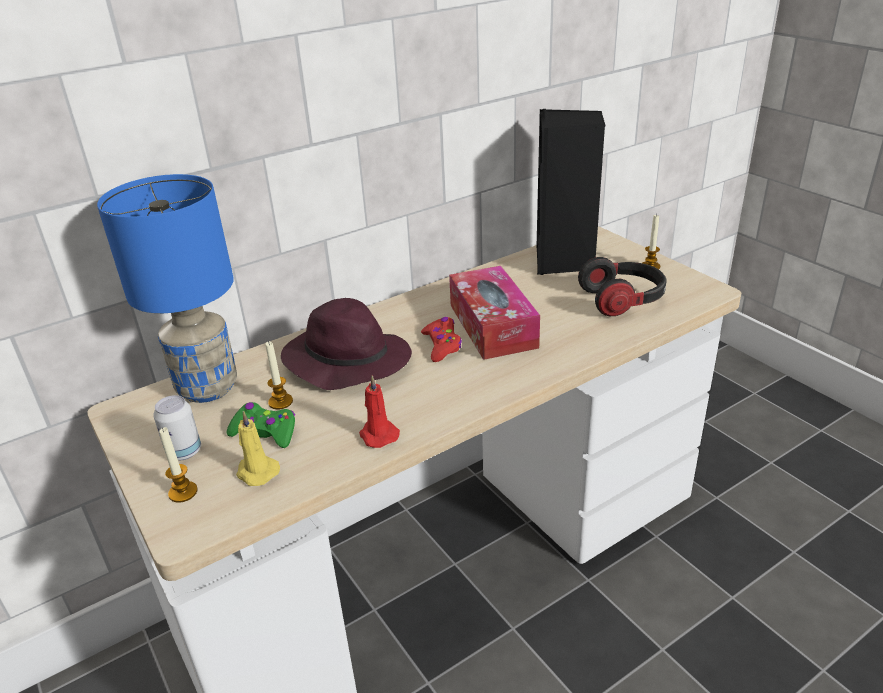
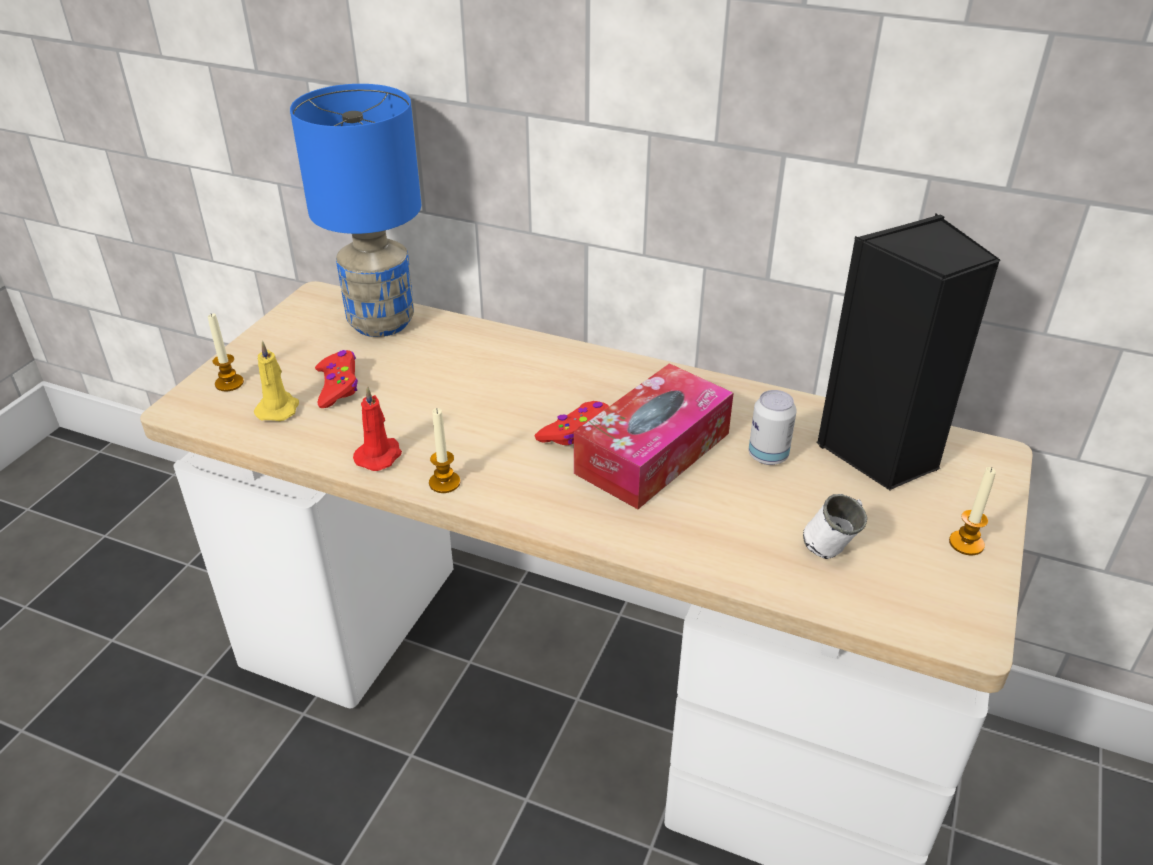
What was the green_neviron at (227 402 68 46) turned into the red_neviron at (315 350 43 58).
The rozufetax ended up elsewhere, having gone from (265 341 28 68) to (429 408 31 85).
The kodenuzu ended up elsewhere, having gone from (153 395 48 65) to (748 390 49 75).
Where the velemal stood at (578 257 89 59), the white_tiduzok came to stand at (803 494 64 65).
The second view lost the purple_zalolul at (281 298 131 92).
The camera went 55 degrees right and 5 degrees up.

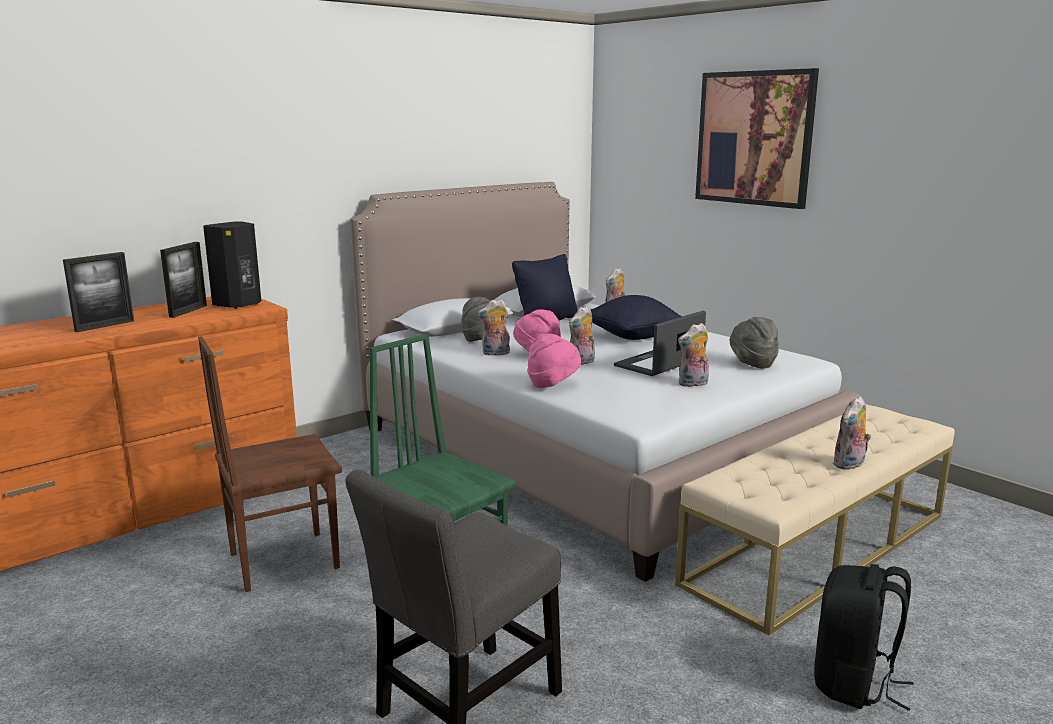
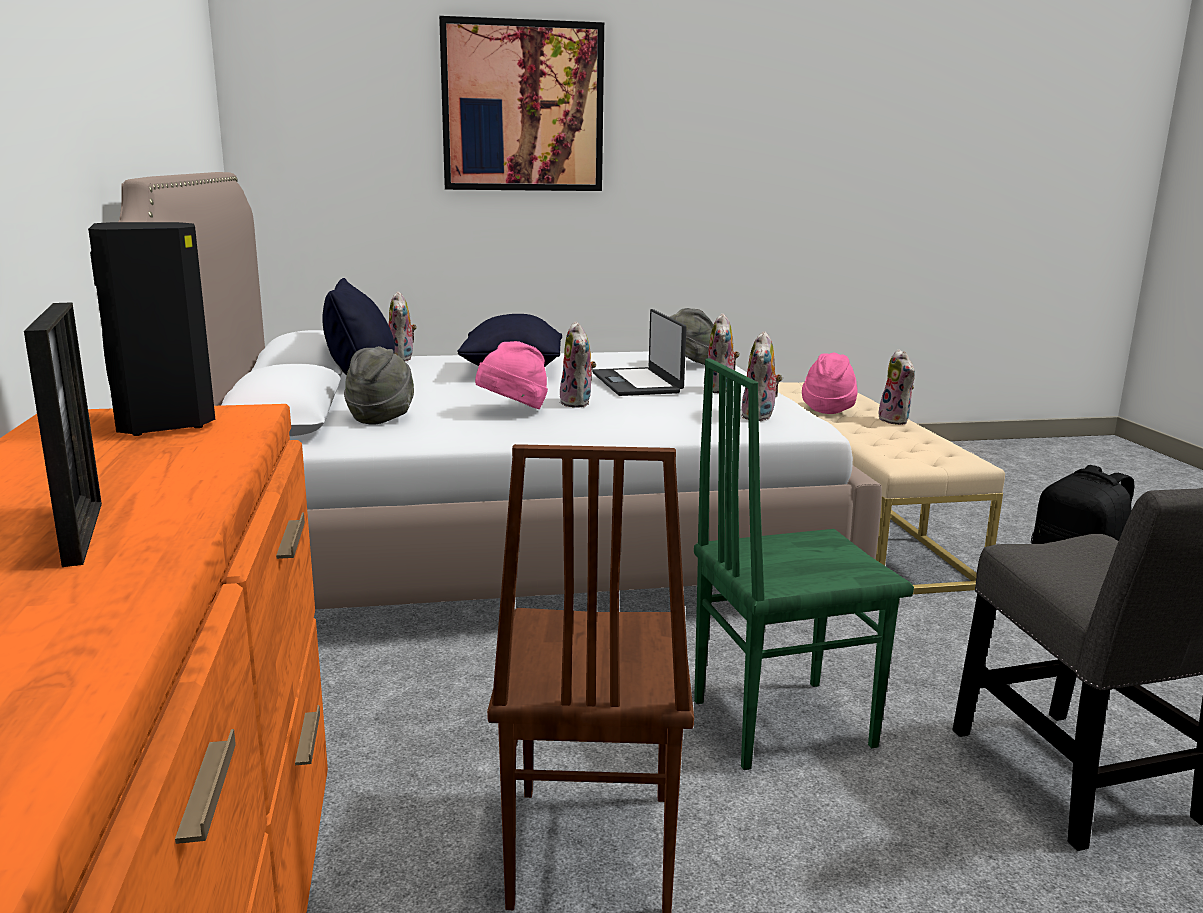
The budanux ended up elsewhere, having gone from (477 299 33 57) to (741 331 42 90).
The pink_zalolul ended up elsewhere, having gone from (527 334 54 54) to (802 352 56 62).
The second view lost the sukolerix at (160 242 47 76).
The camera went 60 degrees left and 0 degrees up.

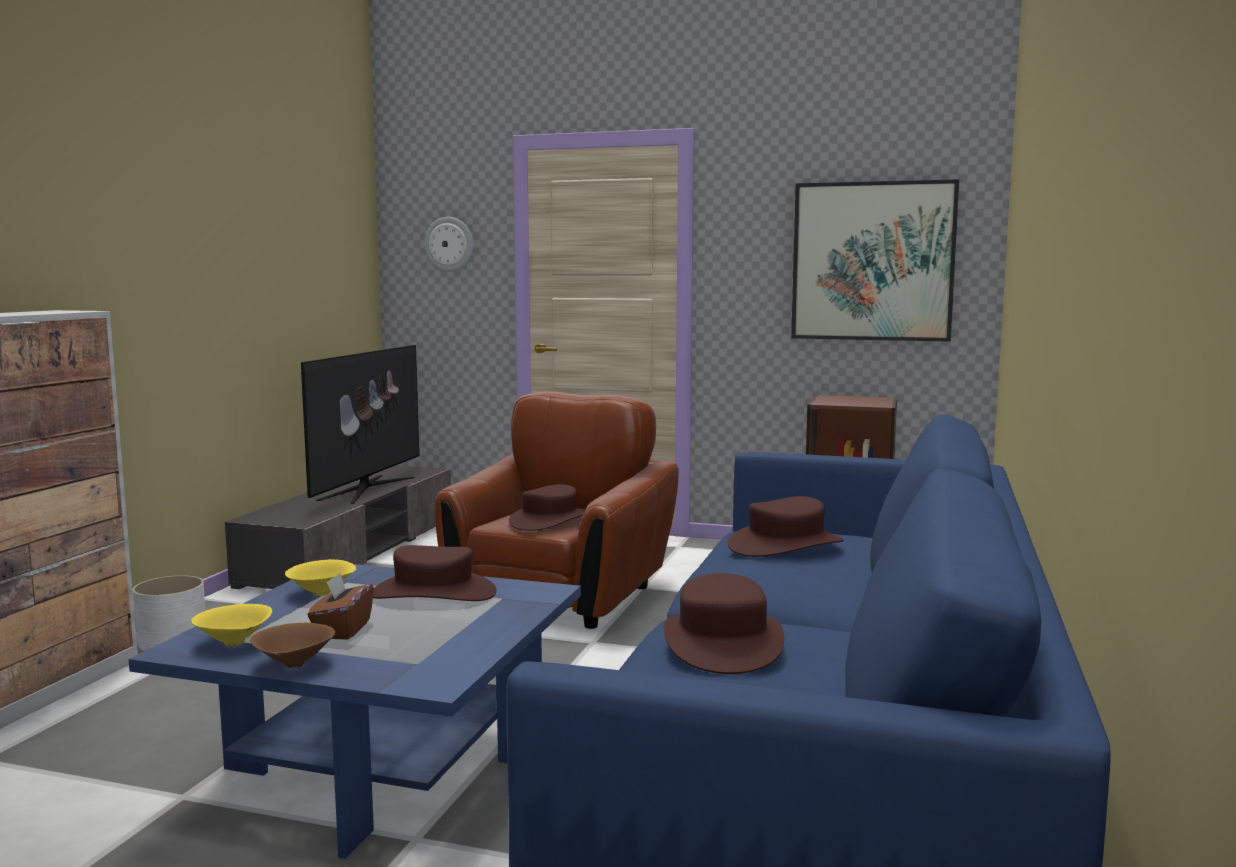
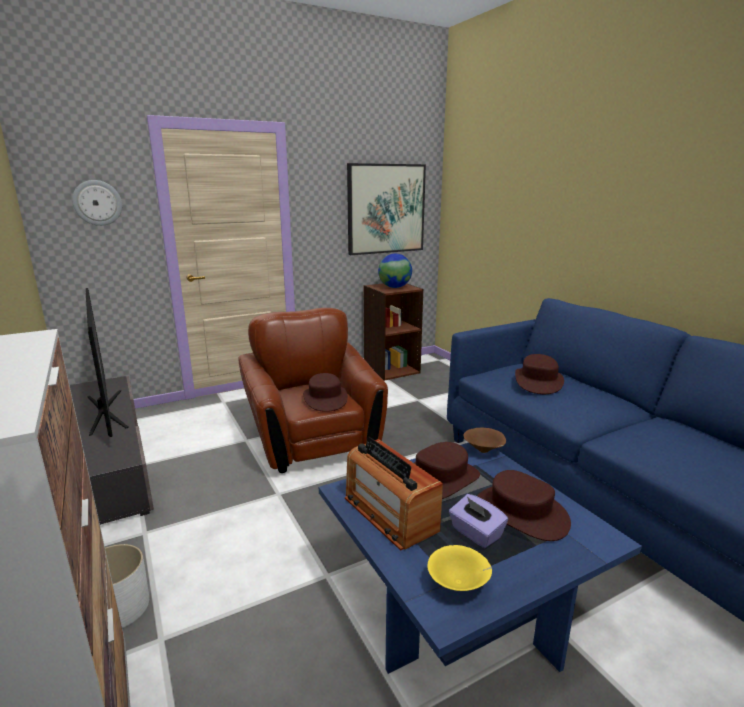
Where the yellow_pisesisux stood at (285 559 71 37), the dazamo came to stand at (345 437 98 114).
The second view gained the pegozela at (378 254 34 34).
What was the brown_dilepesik at (308 573 66 67) turned into the purple_dilepesik at (449 494 59 54).
The brown_pisesisux ended up elsewhere, having gone from (250 623 86 45) to (463 428 43 25).
The brown_zalolul ended up elsewhere, having gone from (664 573 121 101) to (477 470 94 71).
The camera went 45 degrees left and 10 degrees up.

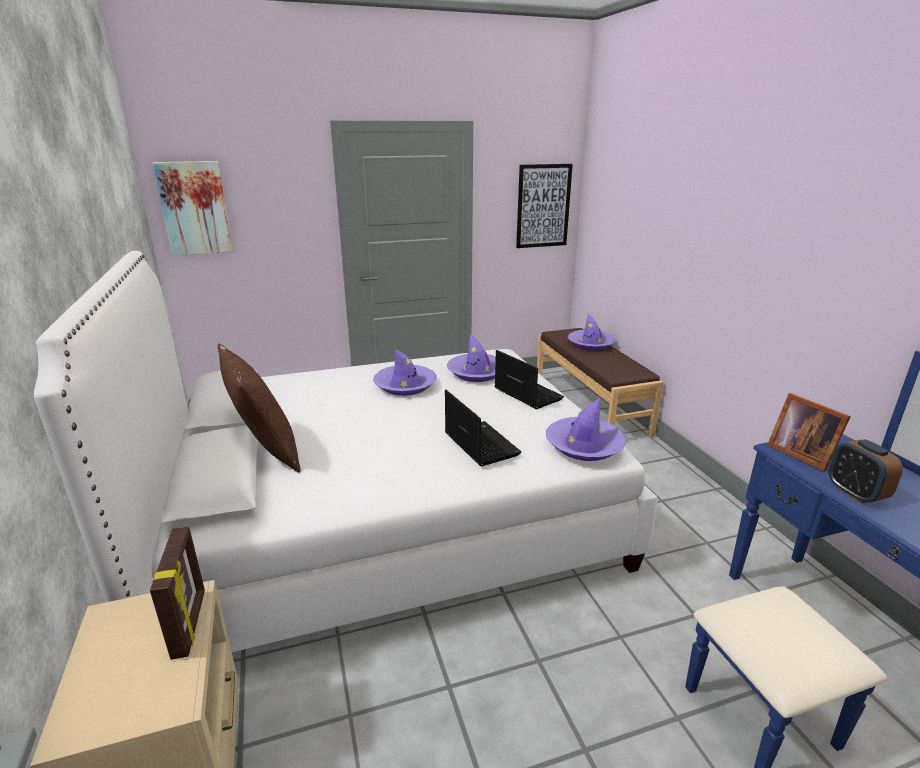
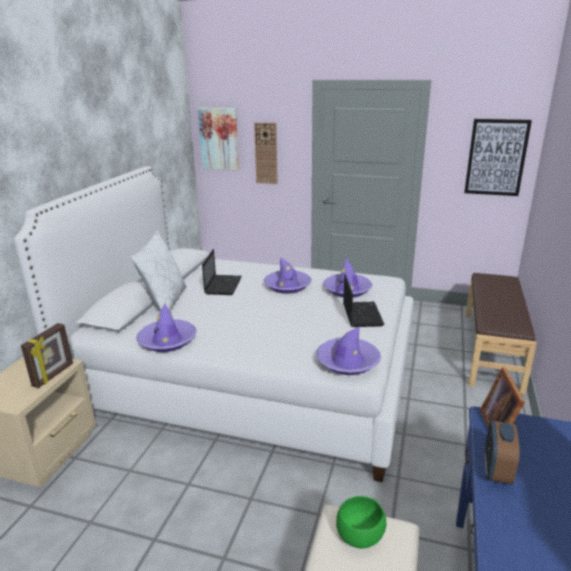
What was the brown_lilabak at (218 344 83 129) turned into the white_lilabak at (131 231 56 81).
The purple_zalolul ended up elsewhere, having gone from (568 314 48 37) to (136 303 60 49).
The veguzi ended up elsewhere, having gone from (445 390 76 76) to (202 249 40 46).
The second view gained the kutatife at (254 122 24 62).
The second view gained the green_pisesisux at (336 496 50 53).
The camera went 35 degrees right and 0 degrees up.

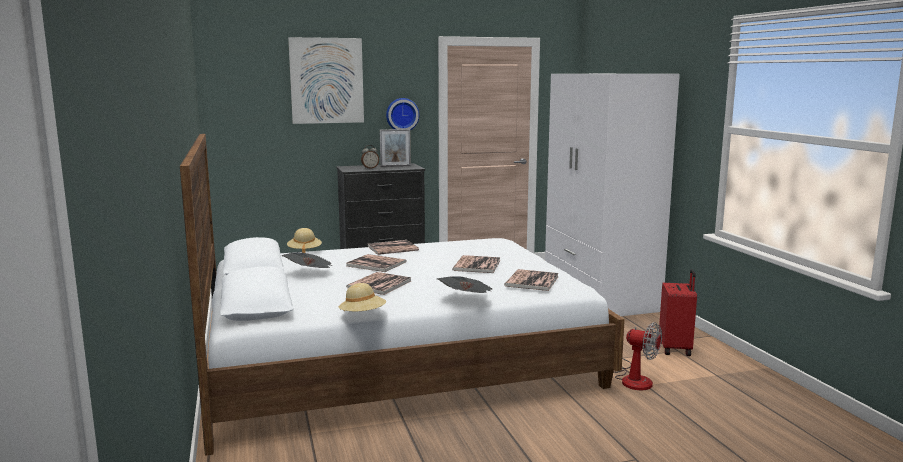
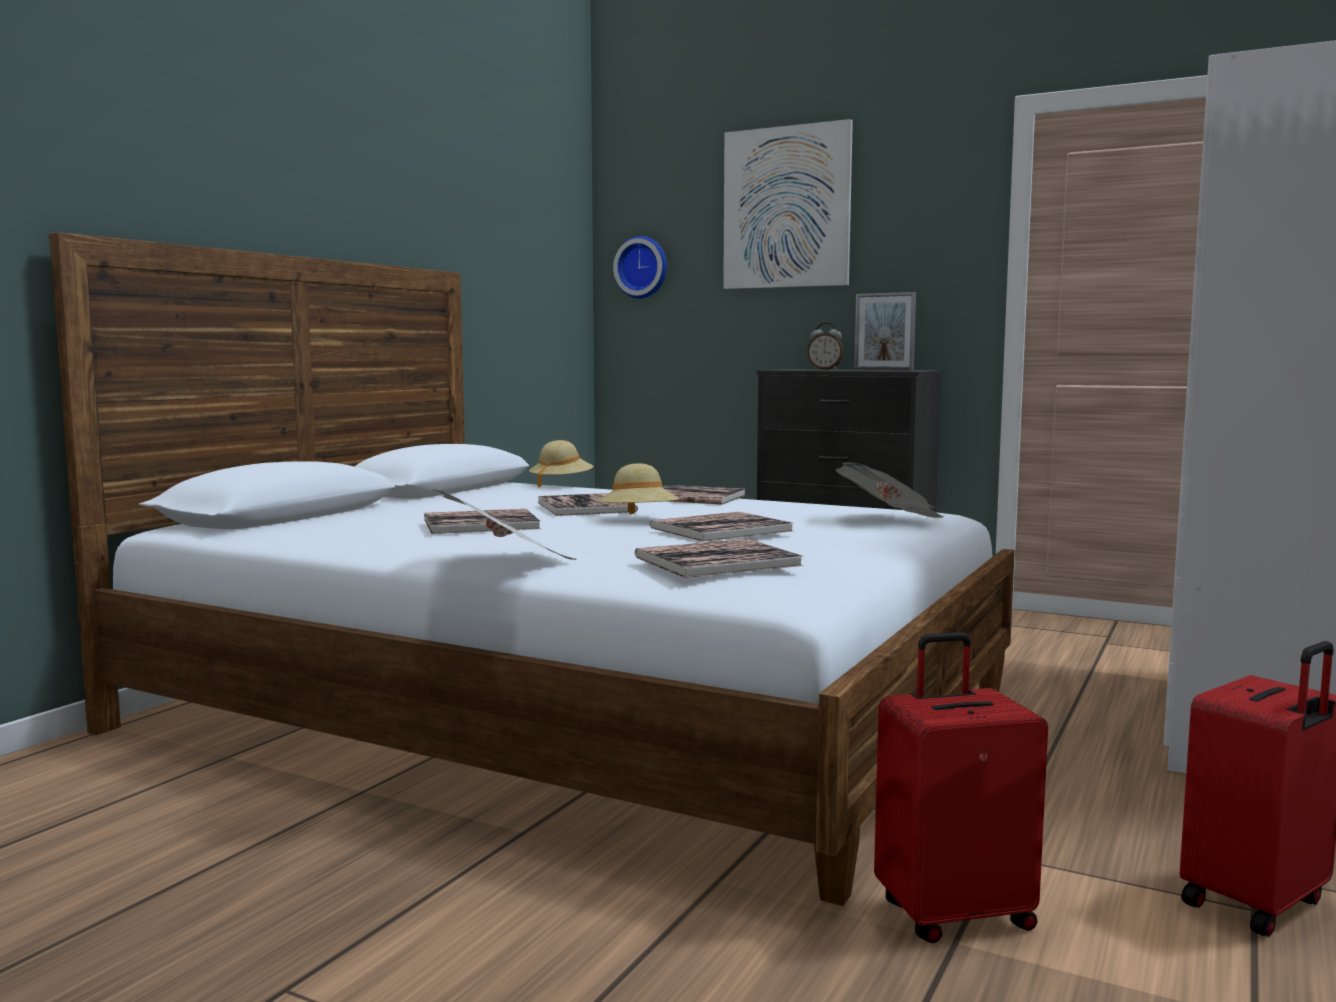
The beige_zalolul ended up elsewhere, having gone from (339 283 47 29) to (598 463 81 52).
The kutatife ended up elsewhere, having gone from (386 98 33 32) to (613 236 54 63).
The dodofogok ended up elsewhere, having gone from (282 252 50 16) to (836 462 108 56).
Where the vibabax stood at (614 322 48 68), the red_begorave came to stand at (874 632 174 311).
The camera went 45 degrees right and 5 degrees down.

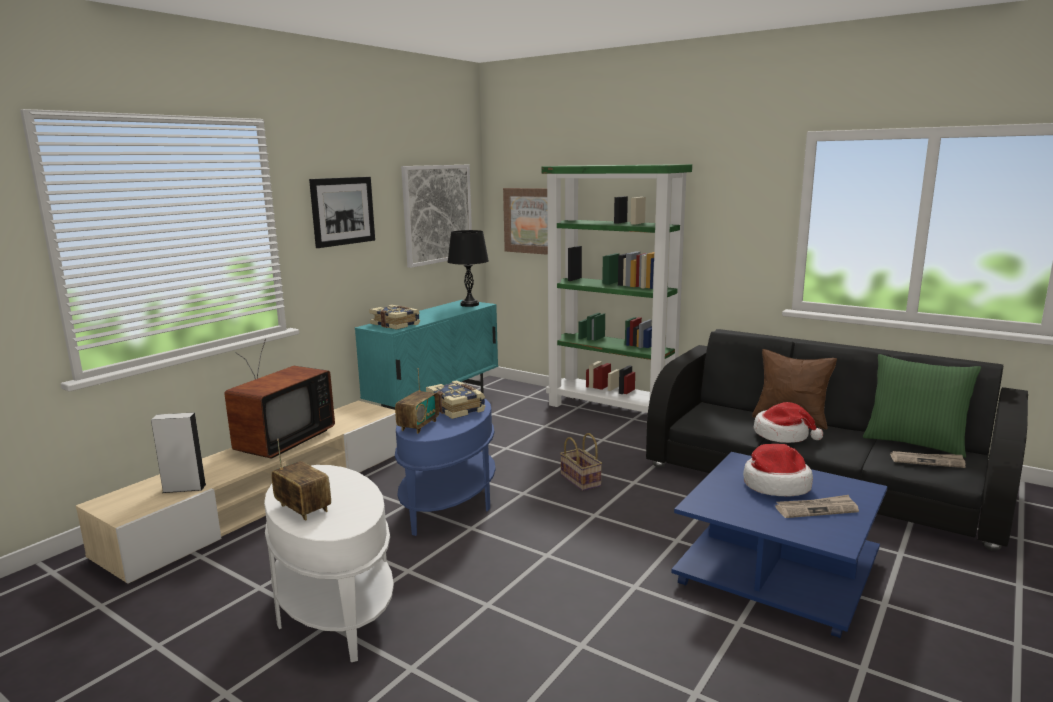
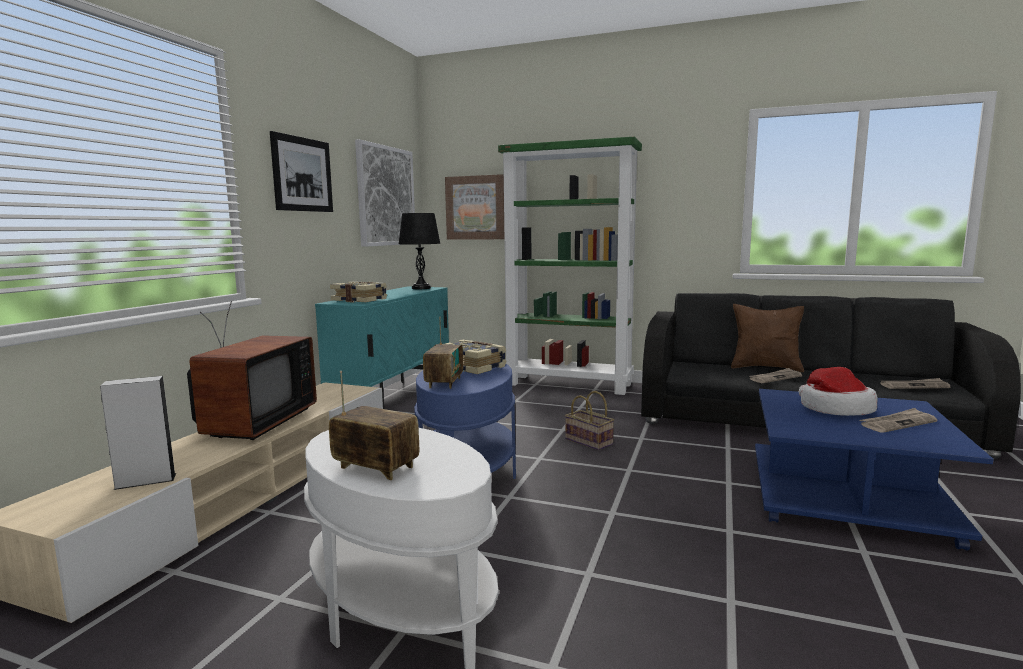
Where the zalolul stood at (754 402 69 41), the dodofogok came to stand at (749 368 53 15).
The second view lost the green_lilabak at (863 354 118 104).
The camera went 15 degrees left and 5 degrees down.

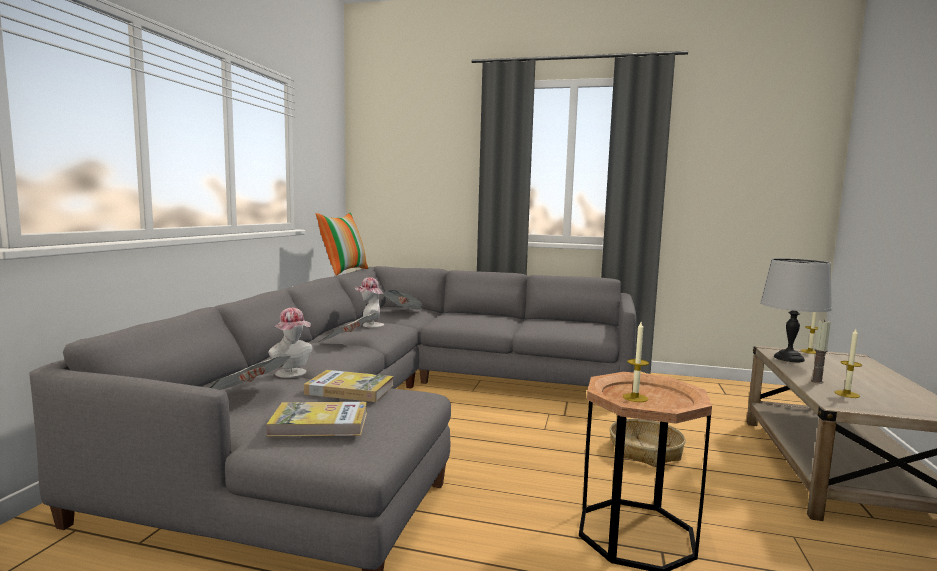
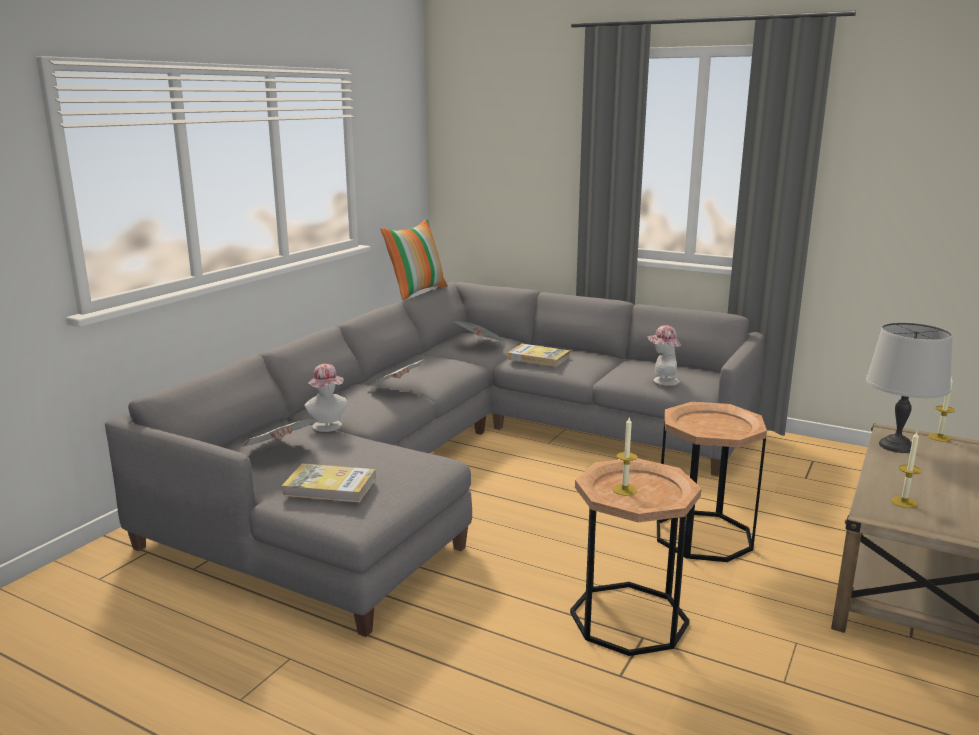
The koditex ended up elsewhere, having gone from (304 370 89 32) to (508 344 62 23).
The zalolul ended up elsewhere, having gone from (355 277 29 51) to (648 325 33 61).
Where the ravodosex stood at (610 419 76 48), the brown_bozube came to stand at (657 402 110 160).
The second view lost the rozufetax at (811 320 20 63).
The camera went 15 degrees right and 10 degrees up.

